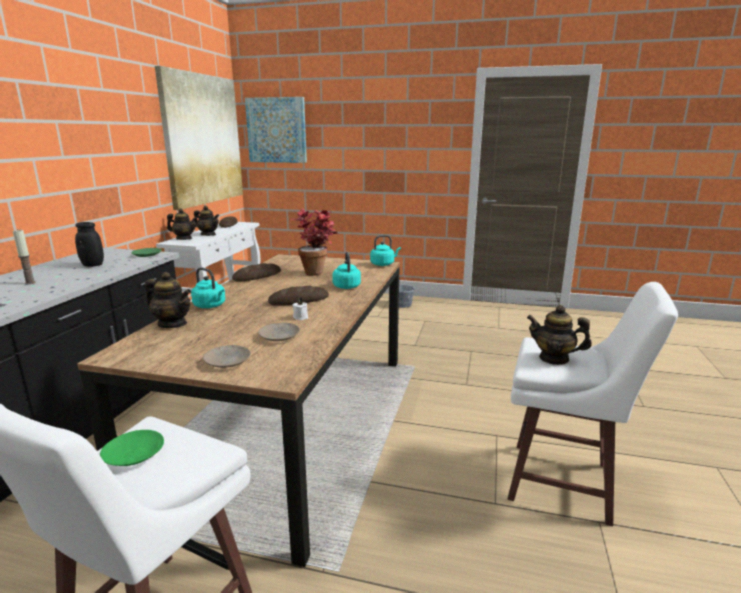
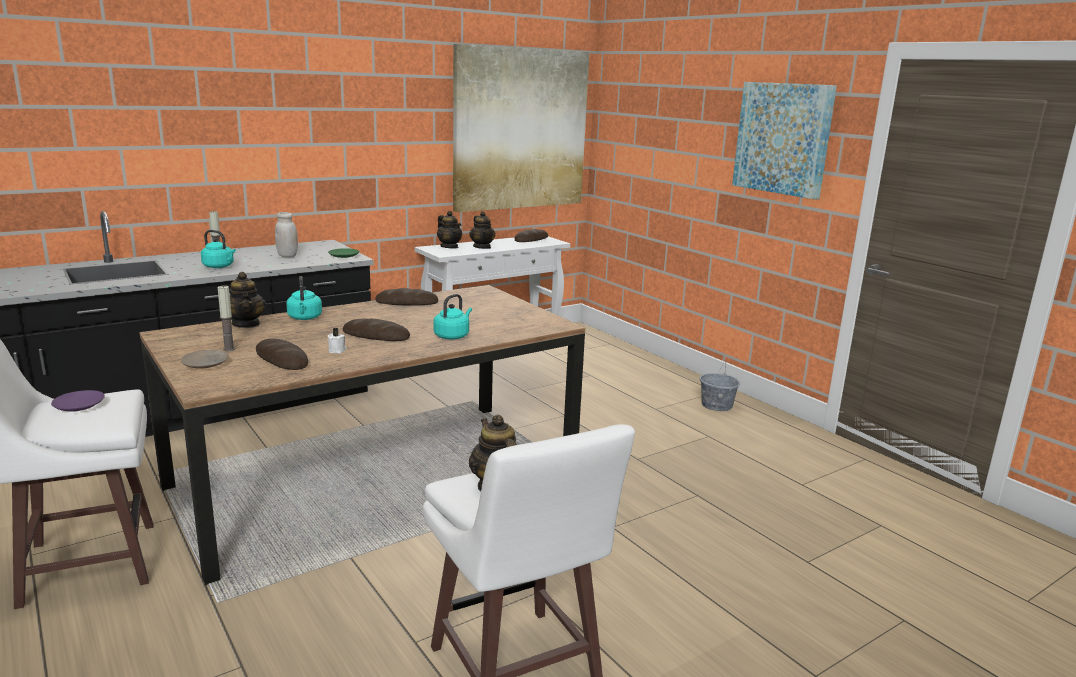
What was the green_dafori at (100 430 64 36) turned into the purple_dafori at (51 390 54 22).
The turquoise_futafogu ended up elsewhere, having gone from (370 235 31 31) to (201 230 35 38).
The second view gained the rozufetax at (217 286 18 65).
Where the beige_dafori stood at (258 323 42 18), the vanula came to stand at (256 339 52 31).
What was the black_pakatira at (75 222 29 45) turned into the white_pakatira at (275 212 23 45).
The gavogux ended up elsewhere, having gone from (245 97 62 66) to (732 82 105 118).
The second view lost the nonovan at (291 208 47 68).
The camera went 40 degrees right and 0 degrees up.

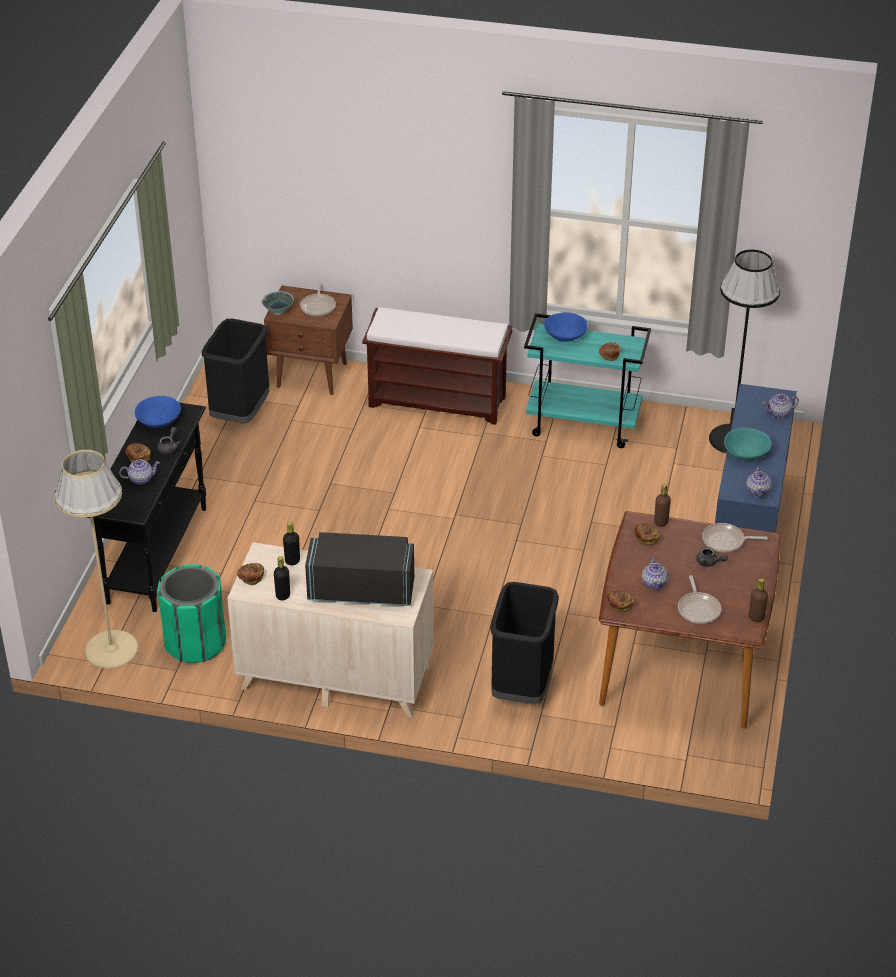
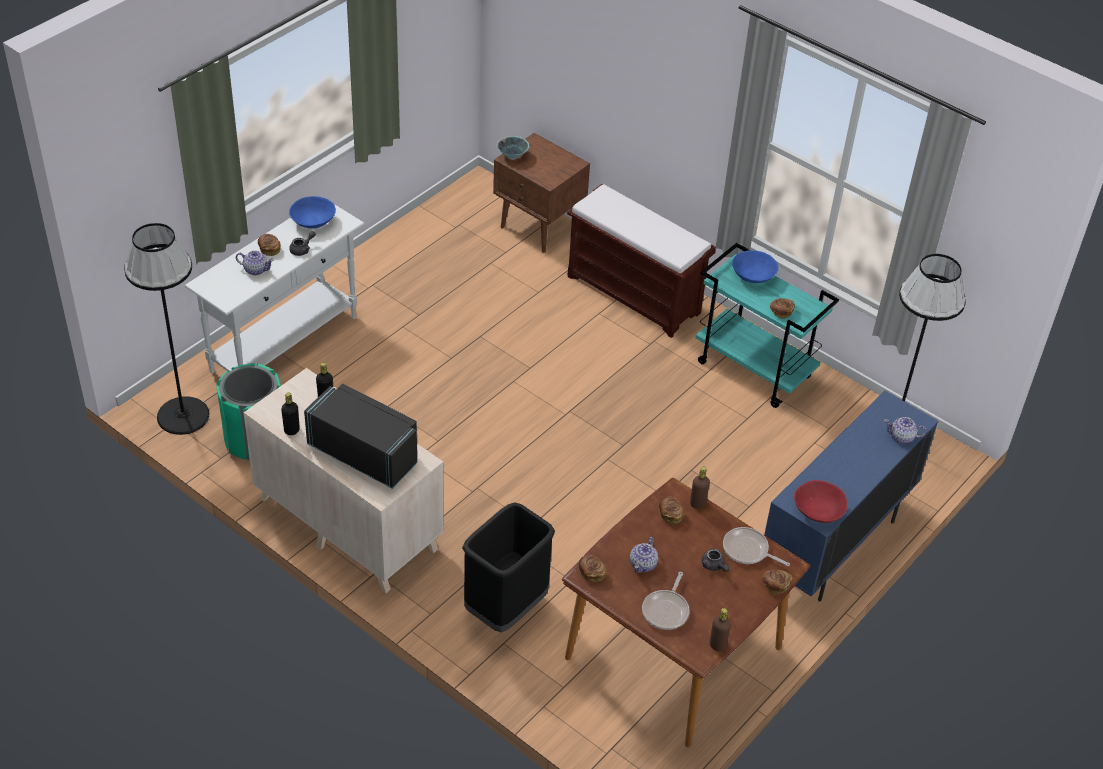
What was the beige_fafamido at (54 450 85 218) turned into the black_fafamido at (124 223 85 212).
What was the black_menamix at (85 403 121 209) turned into the white_menamix at (185 197 179 176).
The vanula ended up elsewhere, having gone from (237 563 27 22) to (762 569 31 25).
Where the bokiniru stood at (746 466 26 32), the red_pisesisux came to stand at (794 480 54 43).
The second view lost the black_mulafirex at (202 319 67 104).
The second view lost the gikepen at (300 282 36 34).
The second view lost the turquoise_pisesisux at (724 427 47 34).
The camera went 25 degrees right and 5 degrees up.

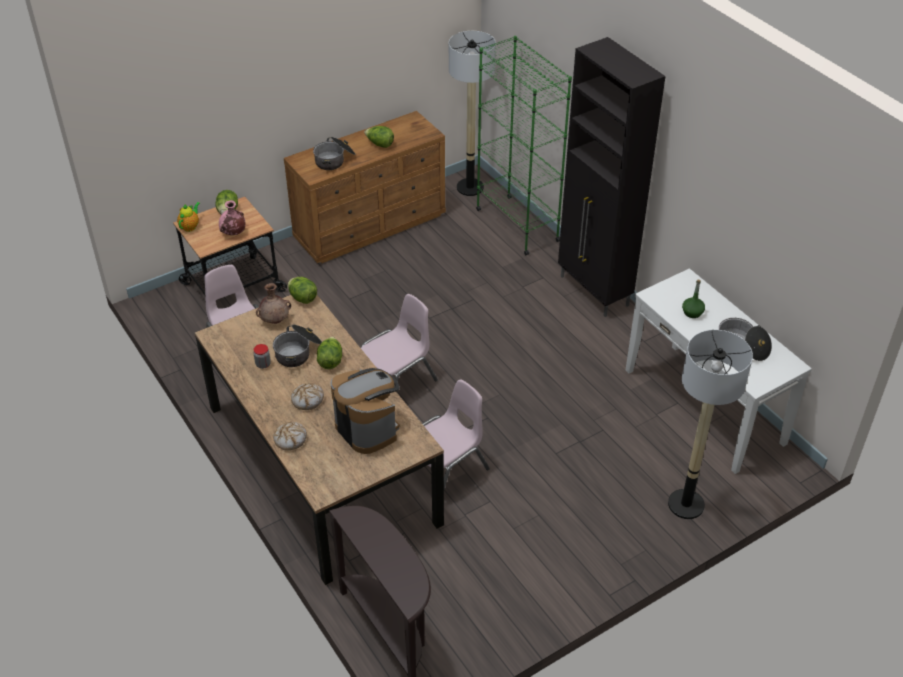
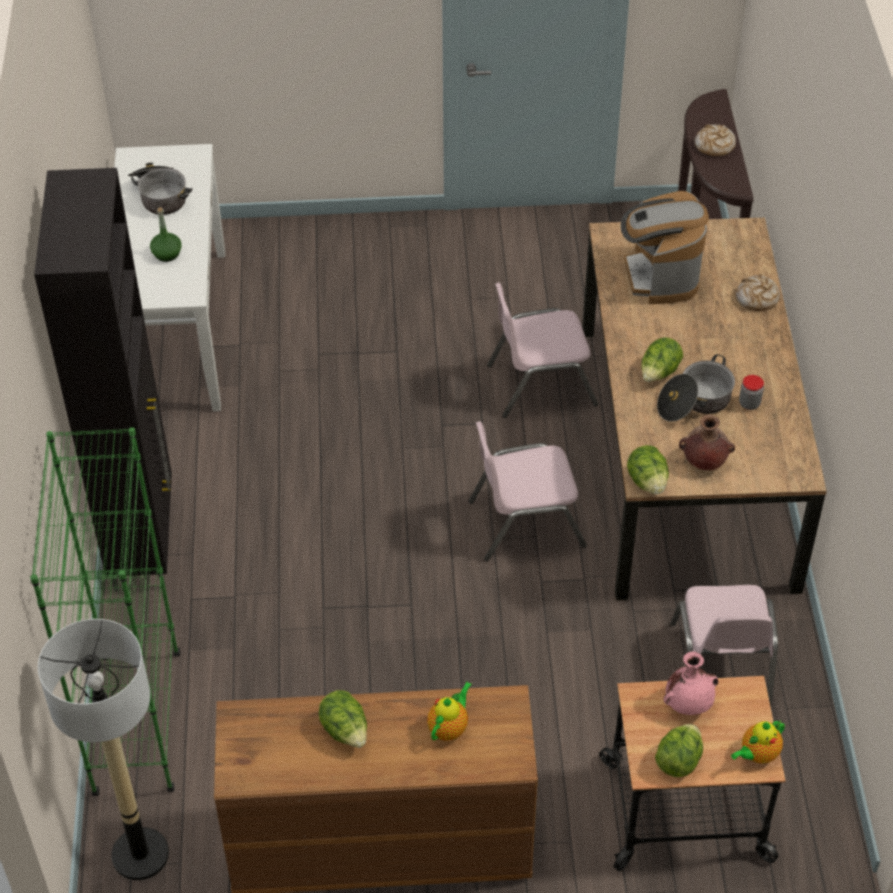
Where the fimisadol stood at (313 137 42 33), the bokiniru came to stand at (427 682 45 59).
The vanula ended up elsewhere, having gone from (291 383 33 27) to (694 125 42 31).
The second view lost the fafamido at (668 330 85 189).
The camera went 150 degrees left and 5 degrees up.

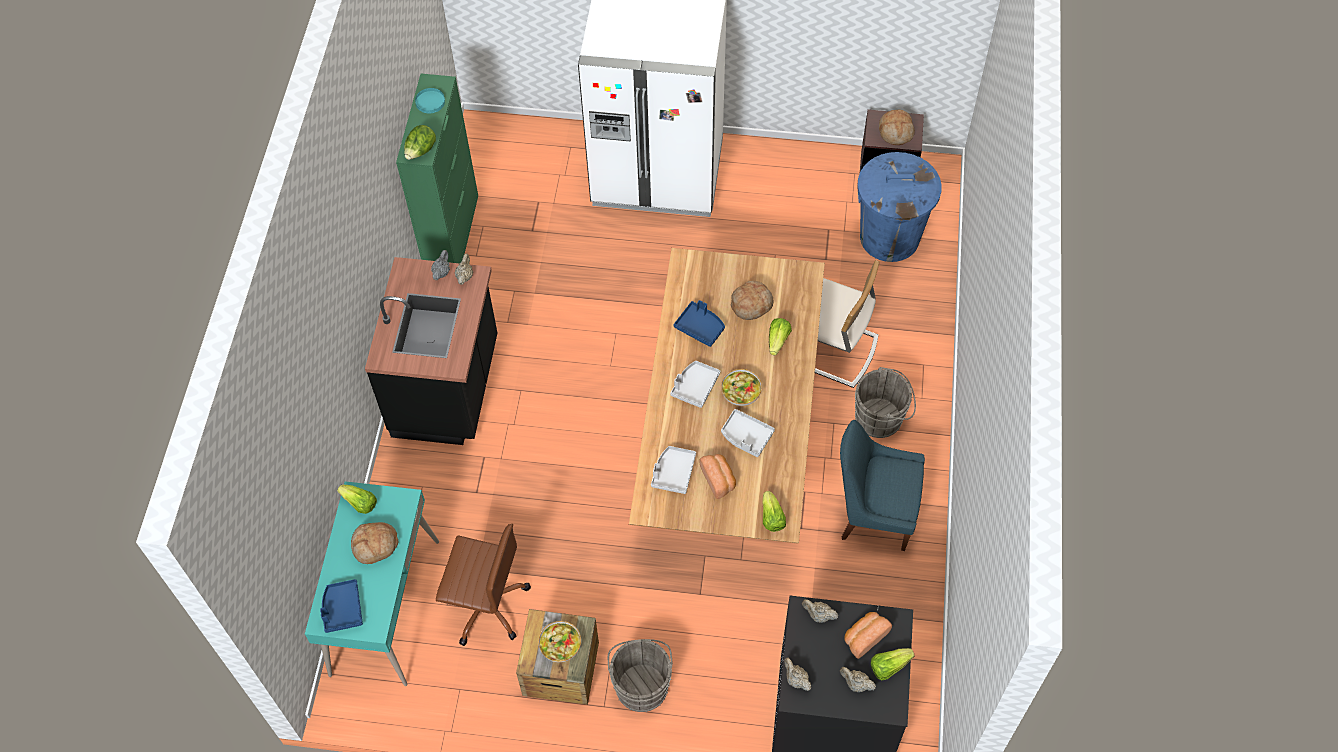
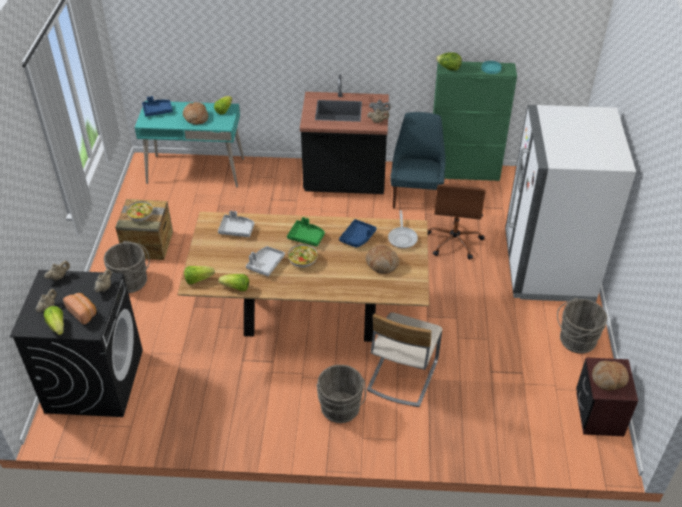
The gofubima ended up elsewhere, having gone from (769 318 23 37) to (218 274 31 17).
What was the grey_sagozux at (670 361 50 47) turned into the green_sagozux at (287 217 38 30).
The second view gained the gikepen at (388 210 30 39).
The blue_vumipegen ended up elsewhere, having gone from (840 420 85 131) to (390 112 56 96).
The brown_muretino ended up elsewhere, having gone from (436 524 95 122) to (428 184 57 76).
The second view gained the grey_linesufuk at (557 298 50 56).
The second view lost the vanula at (700 454 36 45).
The second view lost the blue_mulafirex at (857 152 85 110).
The camera went 85 degrees right and 15 degrees down.

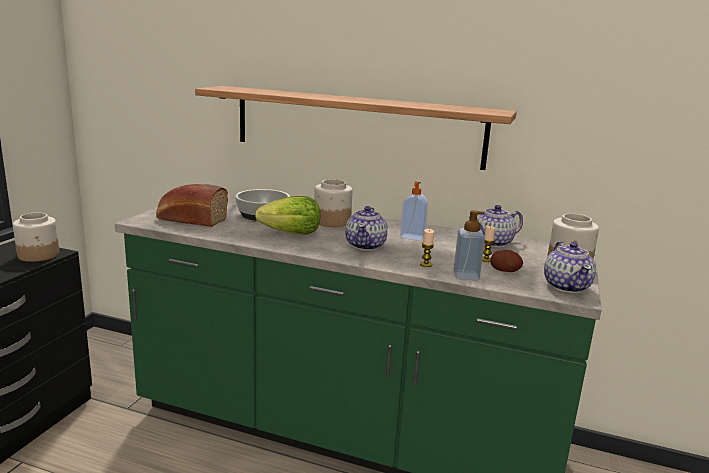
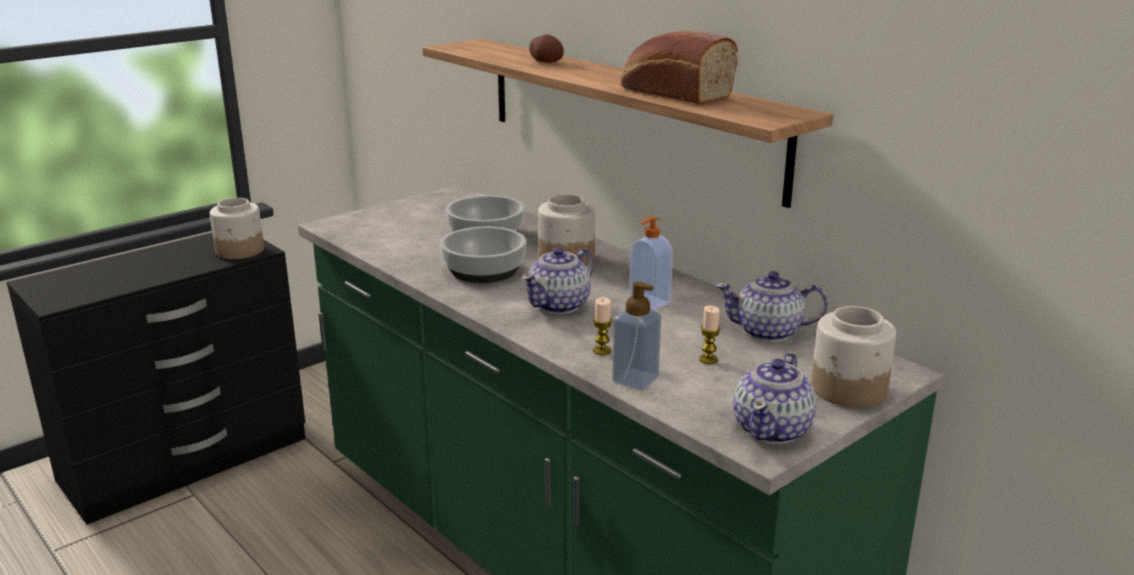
Where the gofubima stood at (255 196 65 39), the pisesisux came to stand at (440 227 86 56).
The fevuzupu ended up elsewhere, having gone from (490 250 33 22) to (529 34 35 29).
The vanula ended up elsewhere, having gone from (156 184 72 43) to (621 31 117 73).
The camera went 30 degrees right and 5 degrees up.

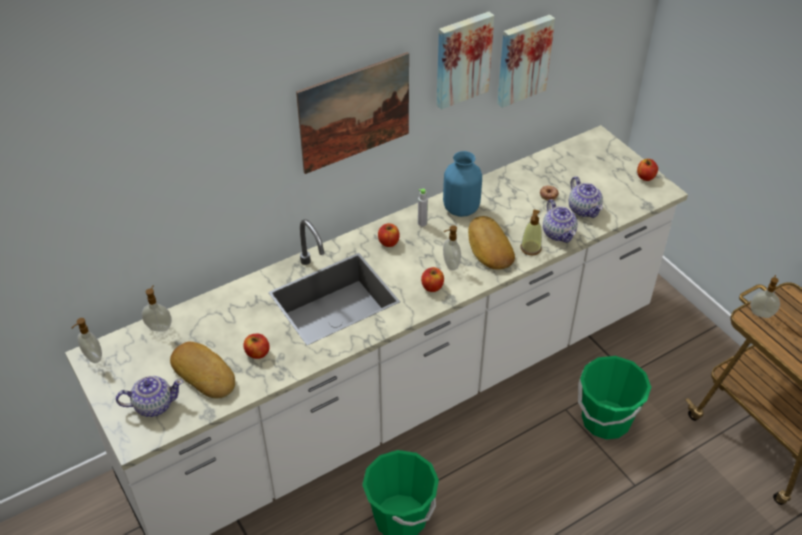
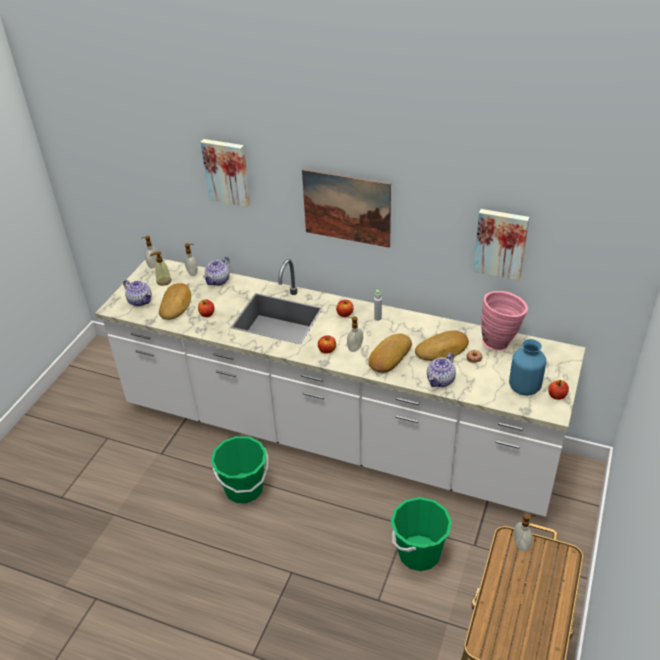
The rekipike ended up elsewhere, having gone from (520 209 22 46) to (150 252 21 34).
The gavogux ended up elsewhere, having gone from (436 12 58 97) to (201 139 50 68).
The bokiniru ended up elsewhere, having gone from (569 176 34 42) to (203 257 27 29).
The second view gained the vanula at (415 331 54 30).
The second view gained the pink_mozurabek at (481 291 47 59).
The blue_mozurabek ended up elsewhere, having gone from (443 151 39 66) to (509 339 37 57).
The camera went 55 degrees right and 5 degrees down.

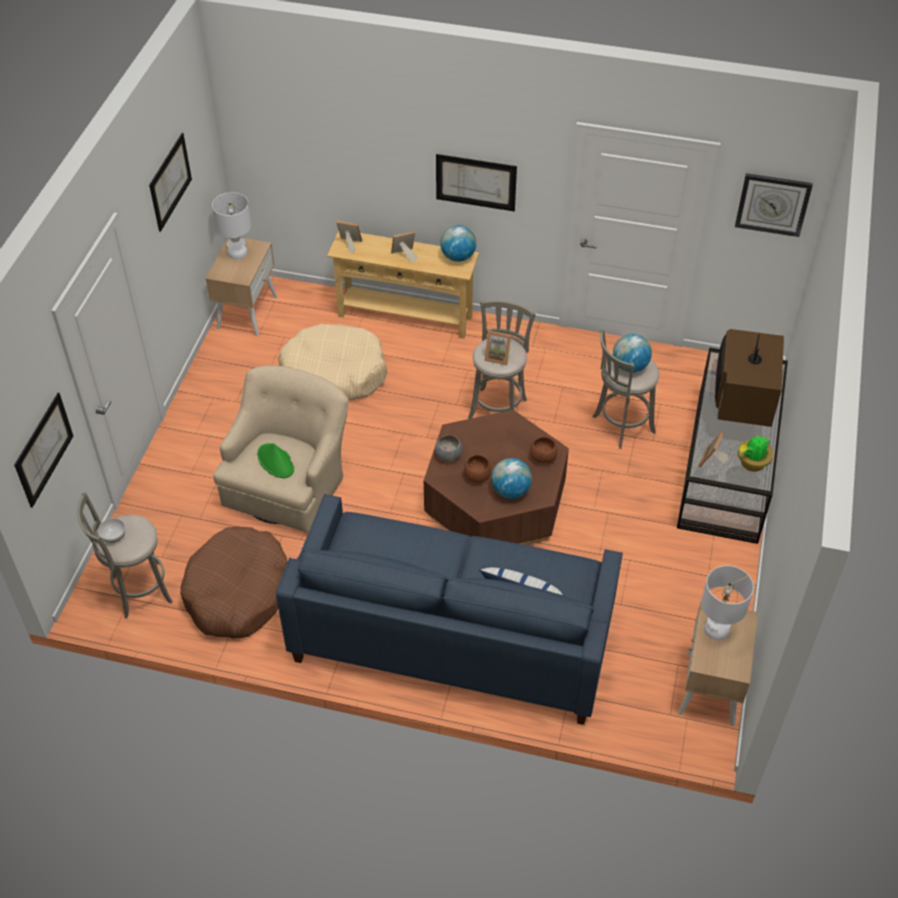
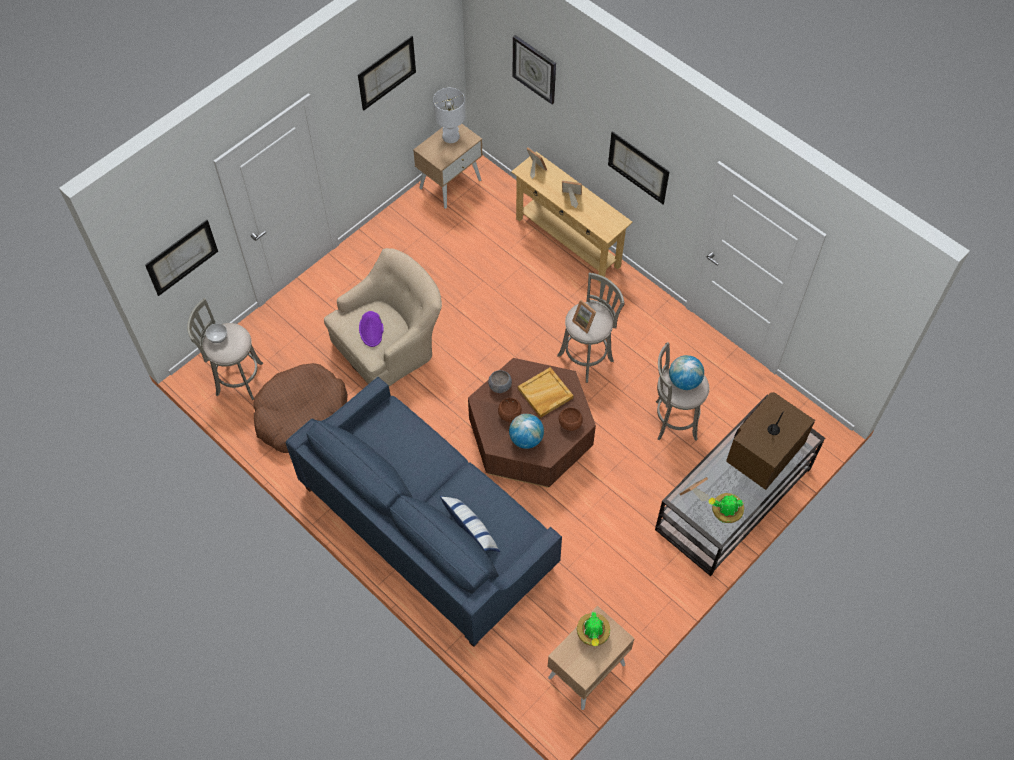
What was the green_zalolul at (257 443 37 35) turned into the purple_zalolul at (359 311 25 36).
The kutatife ended up elsewhere, having gone from (735 173 78 64) to (513 35 43 69).
The second view gained the beige_sagozux at (518 367 55 51).
Where the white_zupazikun stood at (701 566 53 75), the nonovan came to stand at (577 612 33 35).
The second view lost the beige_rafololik at (278 324 109 76).
The second view lost the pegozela at (440 225 36 37).
The camera went 30 degrees right and 10 degrees up.

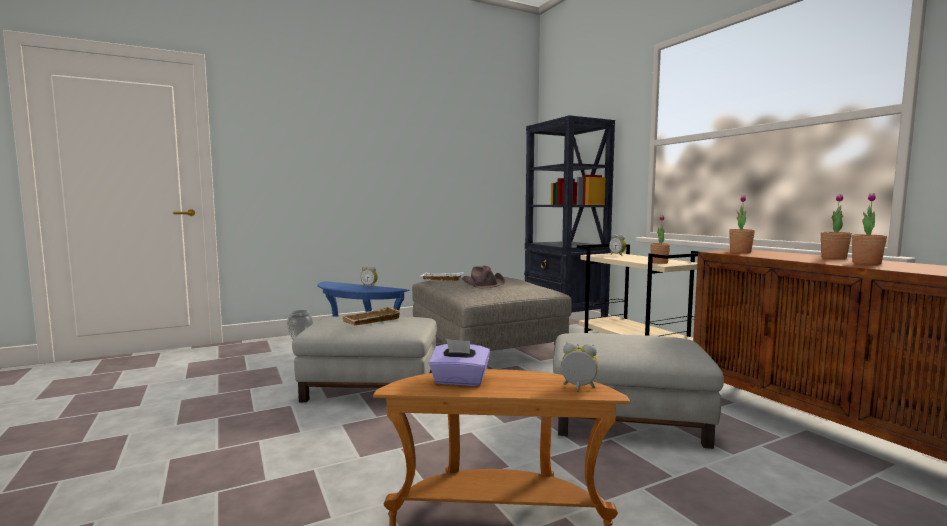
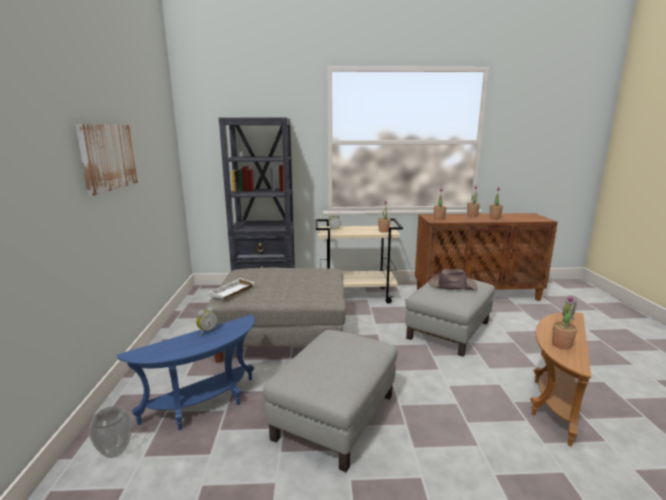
The second view gained the gavogux at (75 124 63 72).
The brown_zalolul ended up elsewhere, having gone from (462 266 43 23) to (429 269 48 21).
Where the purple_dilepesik stood at (429 339 61 47), the nonovan came to stand at (552 295 26 55).
The second view lost the beige_sagozux at (342 307 60 18).
The camera went 65 degrees left and 10 degrees up.

